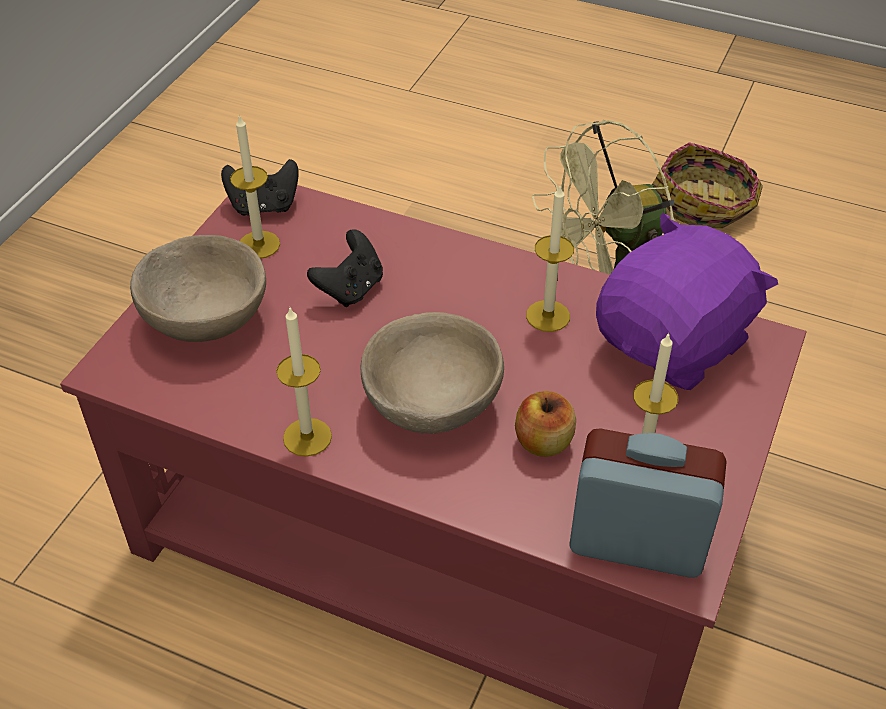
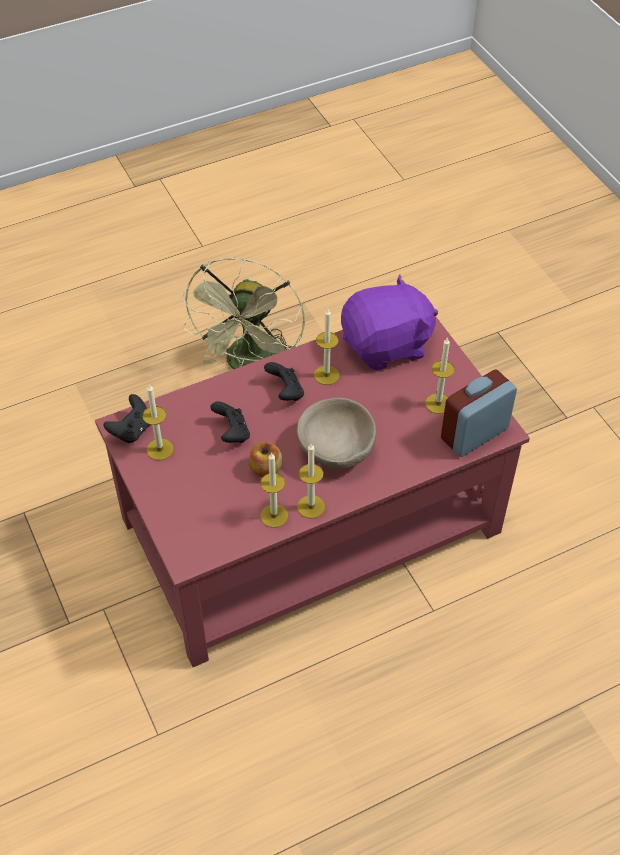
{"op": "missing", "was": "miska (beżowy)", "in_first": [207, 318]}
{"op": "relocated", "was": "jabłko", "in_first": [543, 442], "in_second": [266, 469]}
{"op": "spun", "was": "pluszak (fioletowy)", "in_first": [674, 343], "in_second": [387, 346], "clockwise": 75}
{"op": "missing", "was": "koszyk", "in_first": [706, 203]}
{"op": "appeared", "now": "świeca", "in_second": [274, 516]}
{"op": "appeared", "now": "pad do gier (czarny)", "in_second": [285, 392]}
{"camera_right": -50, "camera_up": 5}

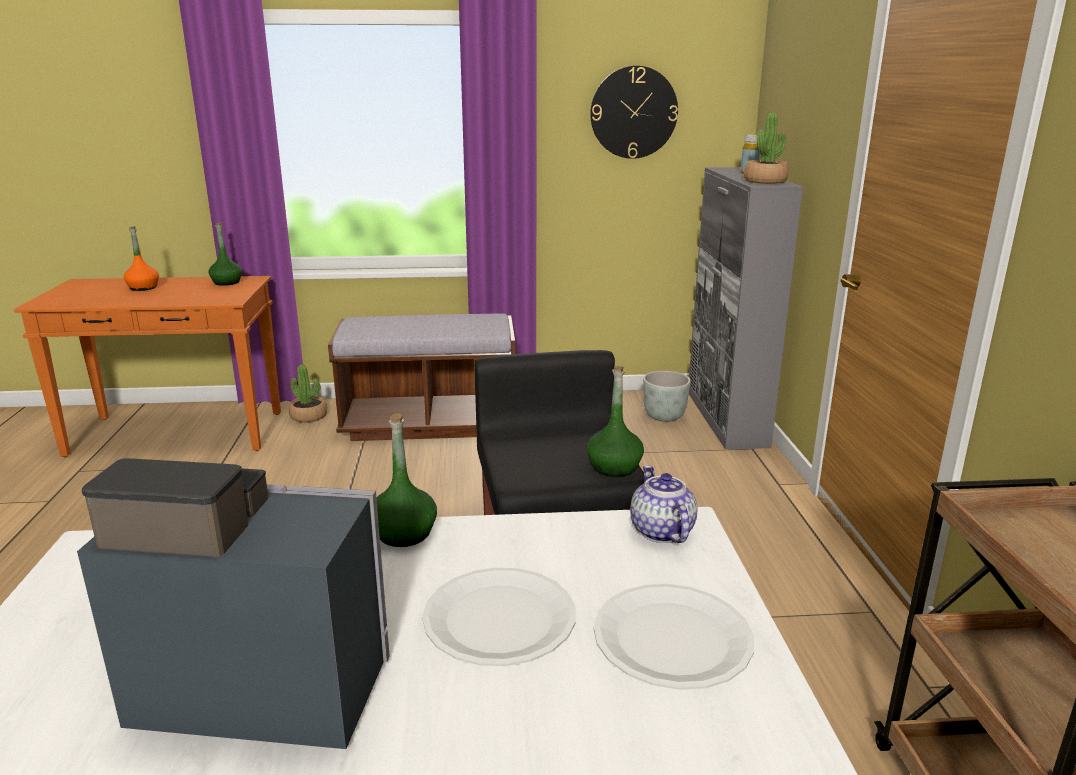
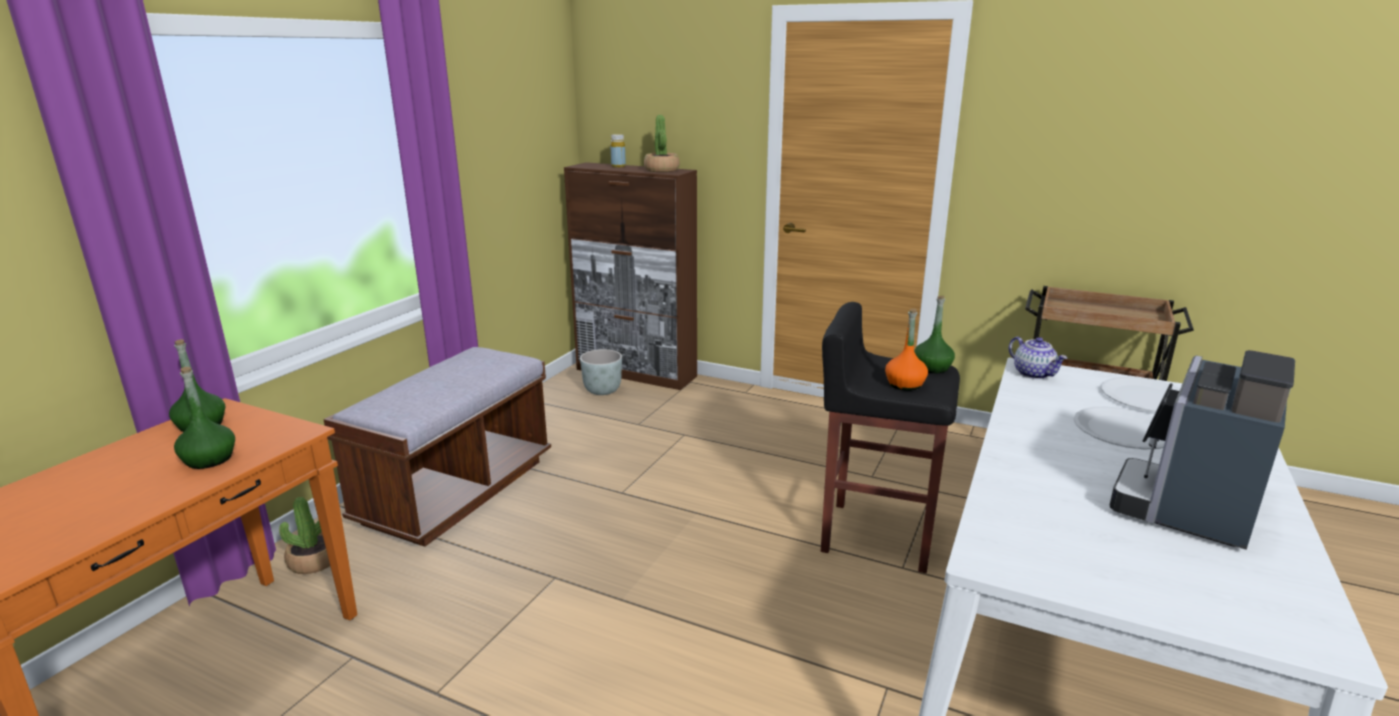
{"op": "relocated", "was": "butelka (pomarańczowy)", "in_first": [143, 288], "in_second": [905, 384]}
{"op": "relocated", "was": "butelka (zielony)", "in_first": [404, 534], "in_second": [209, 459]}
{"op": "missing", "was": "zegar ścienny", "in_first": [633, 112]}
{"op": "spun", "was": "imbryk", "in_first": [660, 531], "in_second": [1034, 374], "clockwise": -135}
{"op": "colour", "was": "szafka (szary)", "now": "szafka (brązowy)", "in_first": [726, 418], "in_second": [636, 373]}
{"camera_right": -60, "camera_up": 0}

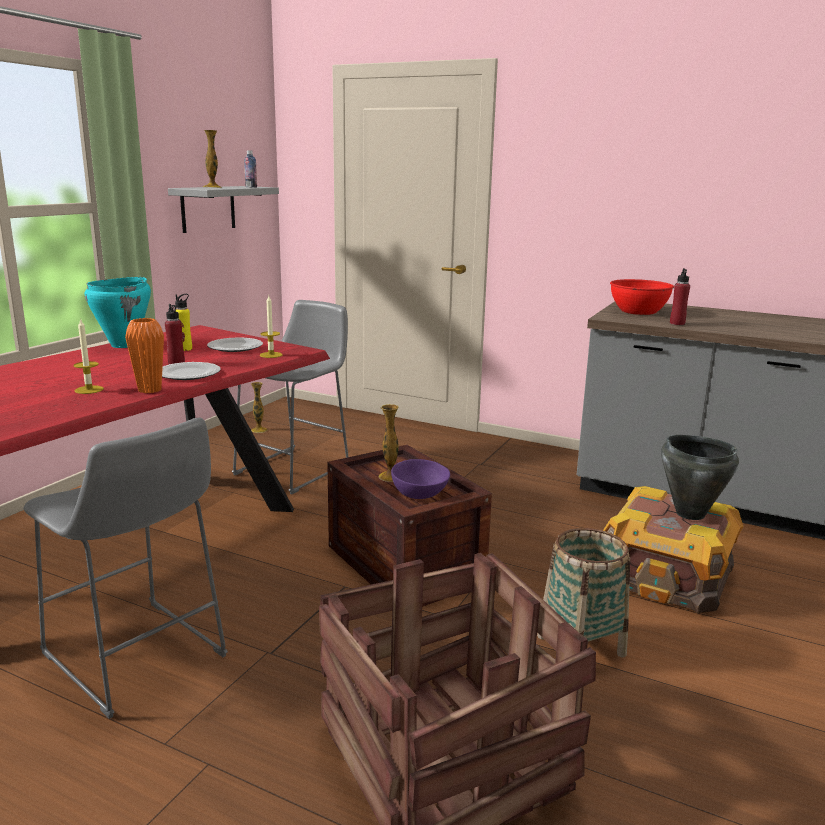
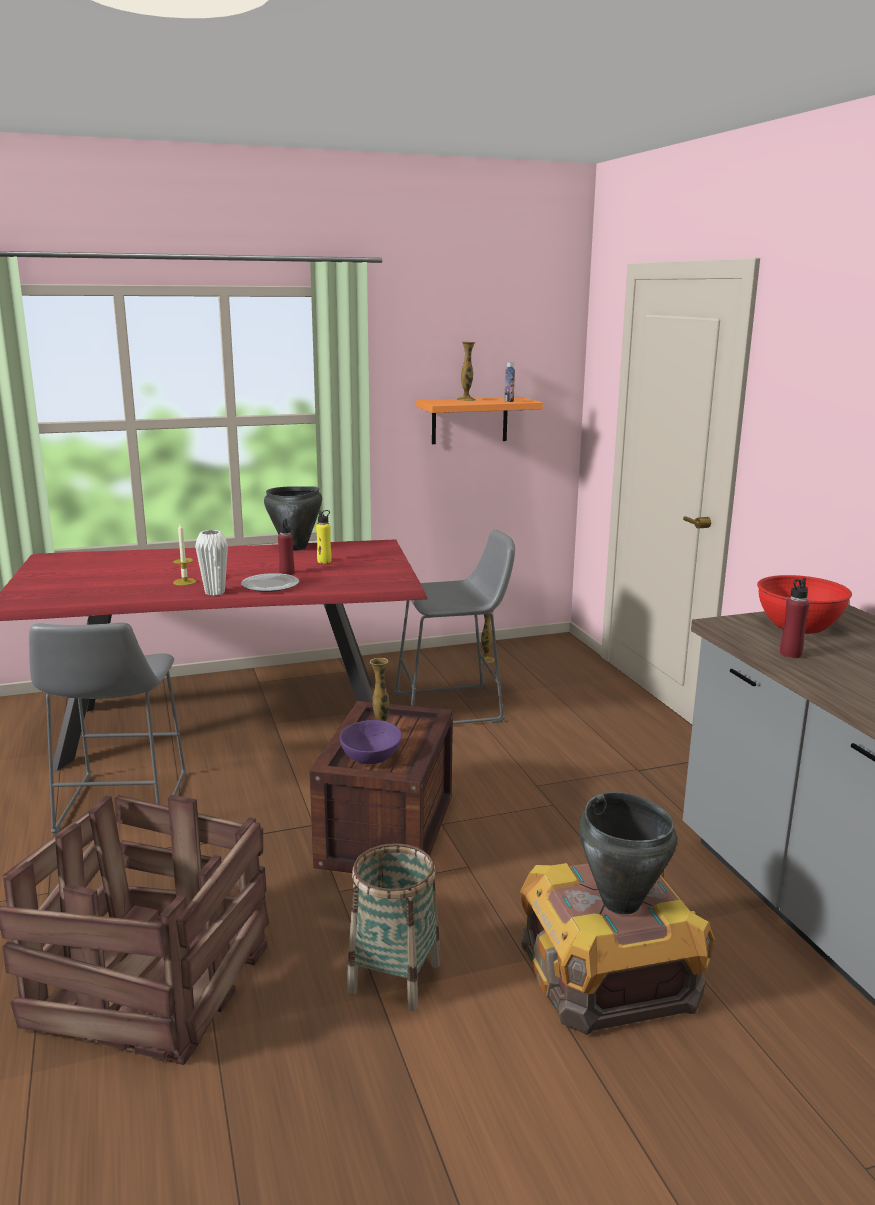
{"op": "colour", "was": "garnek (turkusowy)", "now": "garnek (czarny)", "in_first": [124, 345], "in_second": [295, 548]}
{"op": "colour", "was": "wazon (pomarańczowy)", "now": "wazon (biały)", "in_first": [149, 390], "in_second": [214, 592]}
{"op": "colour", "was": "półka (szary)", "now": "półka (pomarańczowy)", "in_first": [208, 208], "in_second": [469, 420]}
{"op": "missing", "was": "talerz", "in_first": [235, 347]}
{"op": "missing", "was": "świeca", "in_first": [271, 355]}
{"camera_right": 45, "camera_up": 0}

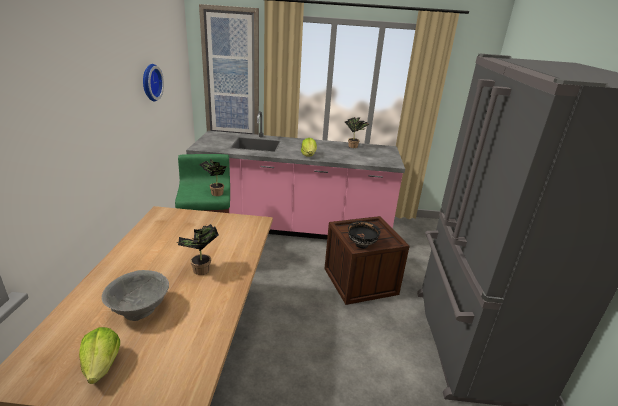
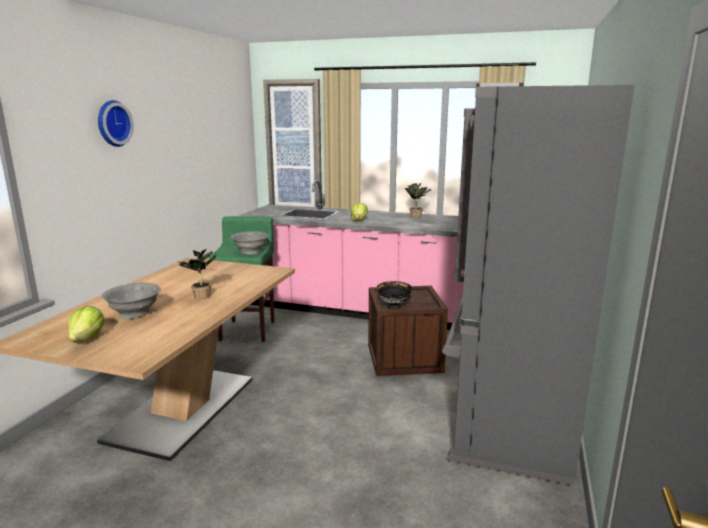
{"op": "relocated", "was": "zegar ścienny", "in_first": [150, 82], "in_second": [112, 123]}
{"op": "exchanged", "was": "roślina doniczkowa", "now": "miska (szary)", "in_first": [215, 193], "in_second": [251, 252]}
{"camera_right": 15, "camera_up": -10}

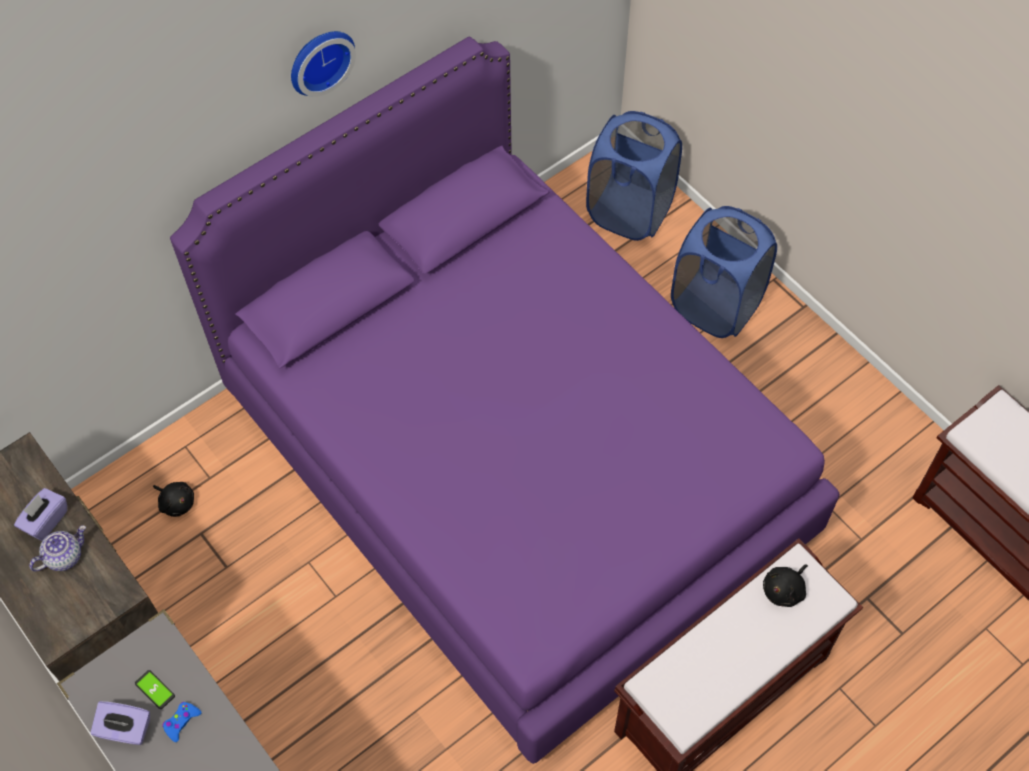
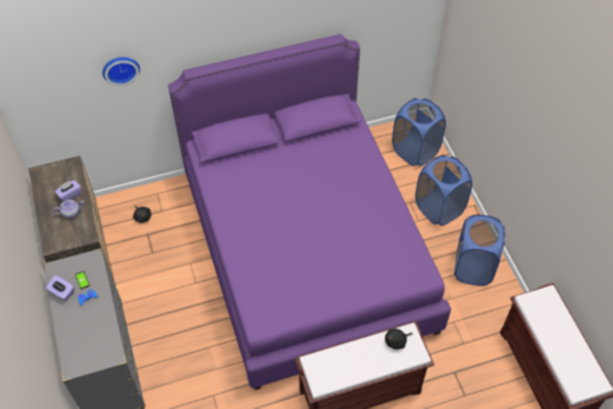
{"op": "relocated", "was": "zegar ścienny", "in_first": [319, 59], "in_second": [120, 68]}
{"op": "appeared", "now": "kosz na pranie (niebieski)", "in_second": [473, 267]}
{"camera_right": 20, "camera_up": -5}

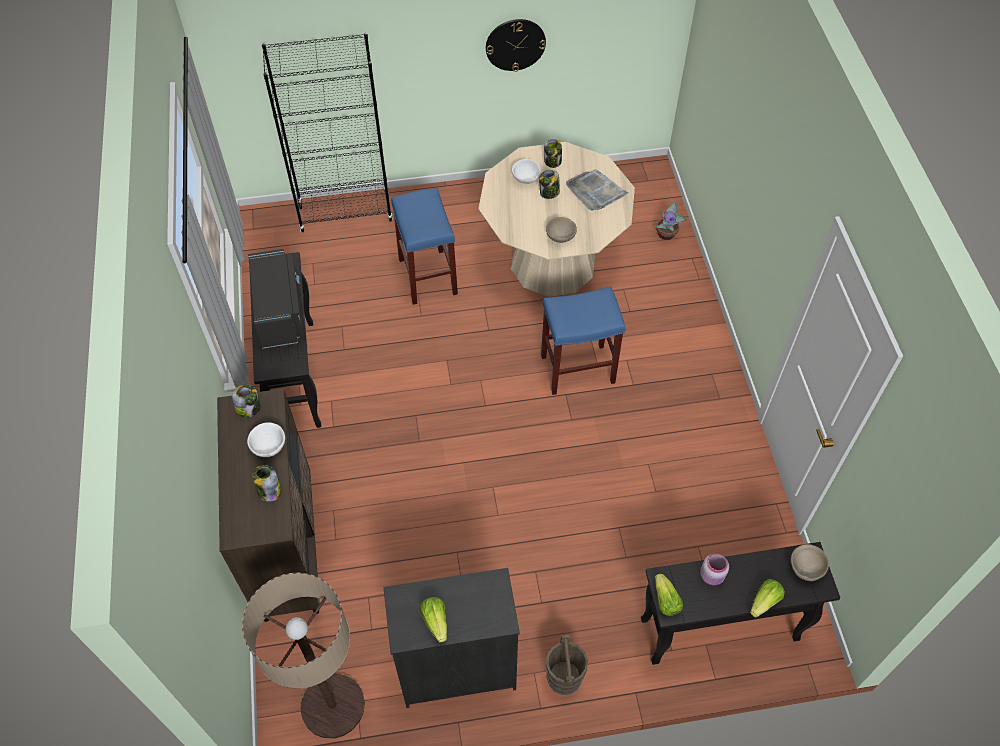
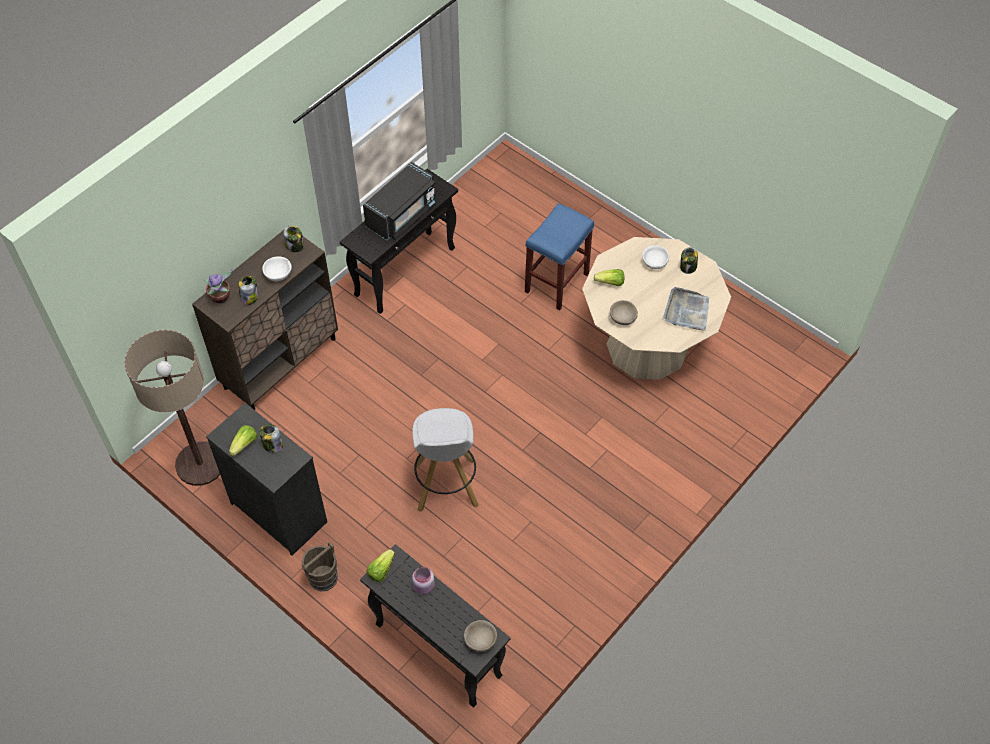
{"op": "missing", "was": "regał (czarny)", "in_first": [345, 213]}
{"op": "missing", "was": "zegar ścienny", "in_first": [515, 44]}
{"op": "relocated", "was": "słoik", "in_first": [549, 193], "in_second": [272, 445]}
{"op": "missing", "was": "stołek (niebieski)", "in_first": [576, 370]}
{"op": "relocated", "was": "roślina doniczkowa", "in_first": [667, 234], "in_second": [221, 297]}
{"op": "relocated", "was": "sałata", "in_first": [764, 601], "in_second": [610, 283]}
{"op": "appeared", "now": "stołek (biały)", "in_second": [446, 486]}
{"camera_right": 50, "camera_up": 0}

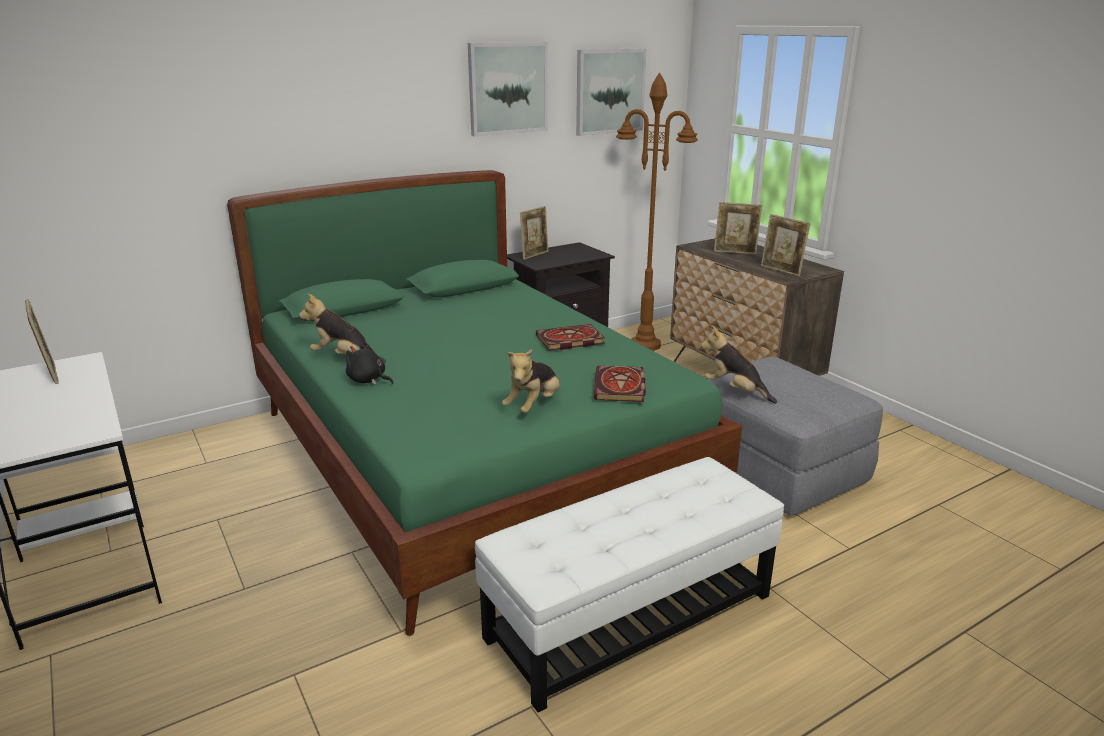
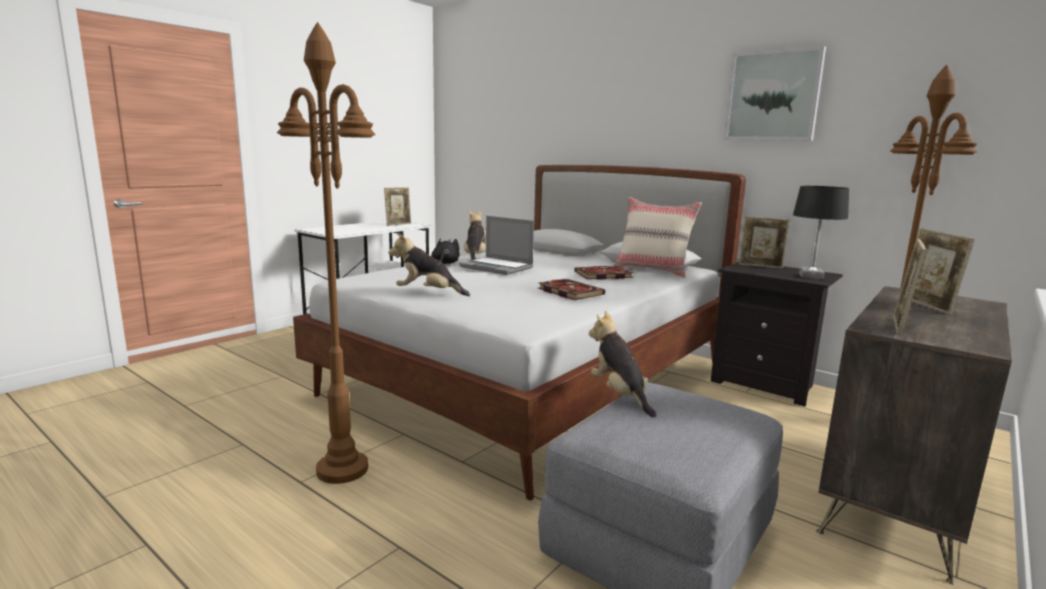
{"op": "colour", "was": "łóżko (zielony)", "now": "łóżko (biały)", "in_first": [471, 459], "in_second": [534, 379]}
{"op": "exchanged", "was": "pufa (biały)", "now": "lampa stojąca (brązowy)", "in_first": [629, 615], "in_second": [343, 470]}
{"op": "missing", "was": "obraz", "in_first": [609, 91]}
{"op": "relocated", "was": "książka", "in_first": [621, 387], "in_second": [602, 275]}
{"op": "spun", "was": "pluszak", "in_first": [735, 391], "in_second": [619, 395], "clockwise": -45}
{"op": "appeared", "now": "laptop", "in_second": [497, 267]}
{"op": "appeared", "now": "poduszka (beżowy)", "in_second": [653, 270]}
{"op": "appeared", "now": "lampa stołowa (czarny)", "in_second": [810, 276]}
{"camera_right": 70, "camera_up": -10}

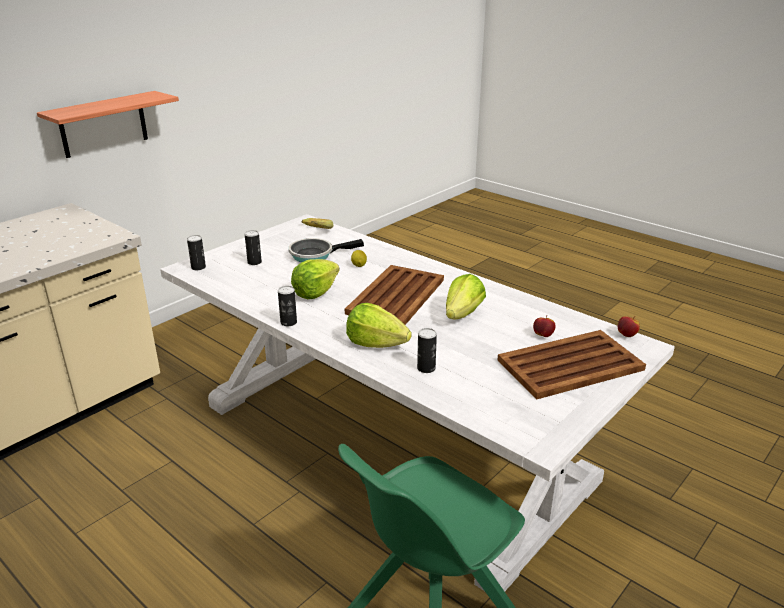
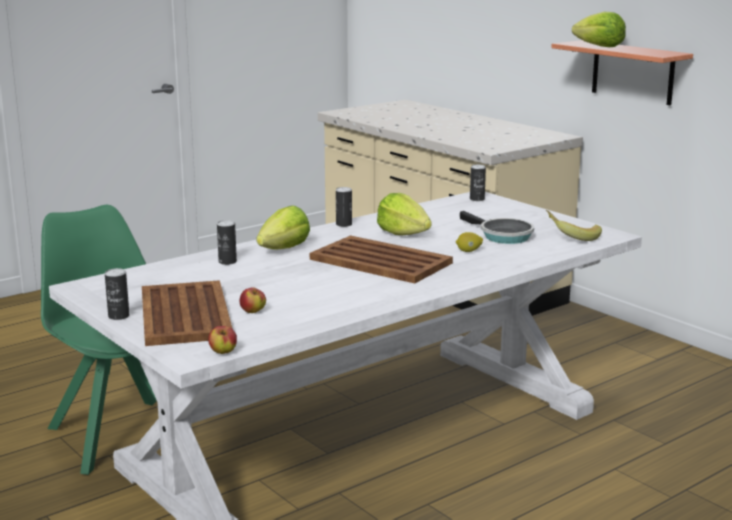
{"op": "relocated", "was": "puszka", "in_first": [254, 262], "in_second": [118, 316]}
{"op": "spun", "was": "patelnia", "in_first": [315, 255], "in_second": [502, 236], "clockwise": 150}
{"op": "relocated", "was": "sałata", "in_first": [462, 314], "in_second": [599, 46]}
{"camera_right": 100, "camera_up": -10}

